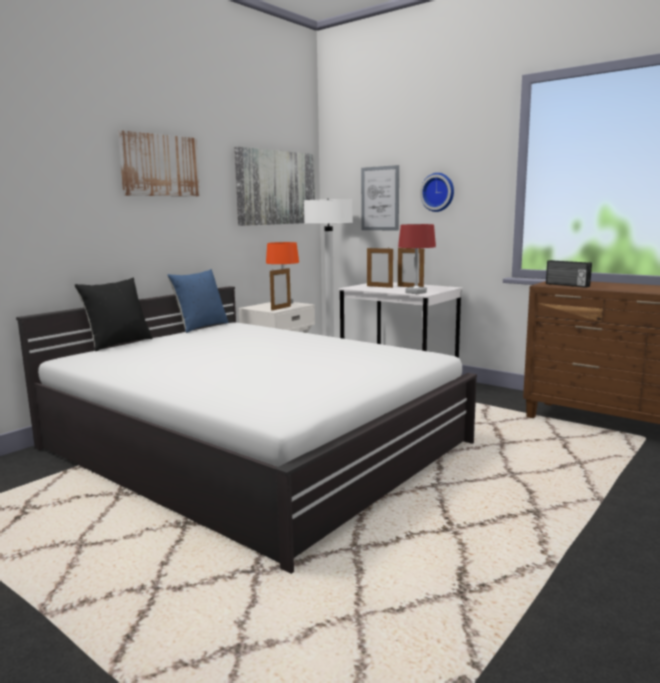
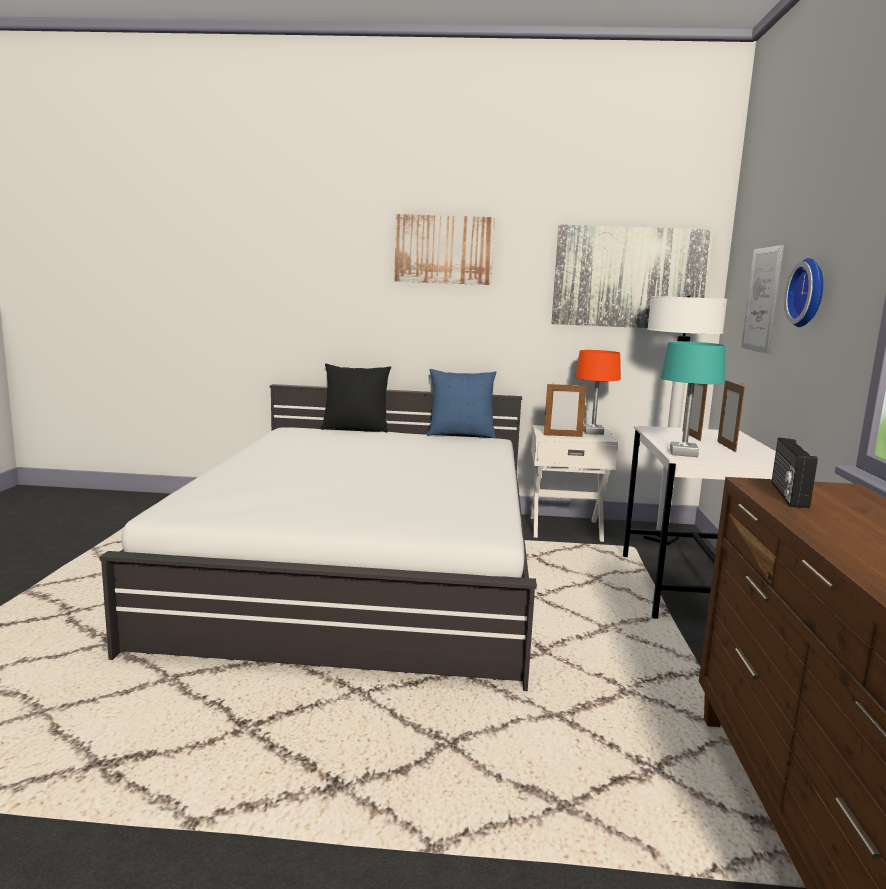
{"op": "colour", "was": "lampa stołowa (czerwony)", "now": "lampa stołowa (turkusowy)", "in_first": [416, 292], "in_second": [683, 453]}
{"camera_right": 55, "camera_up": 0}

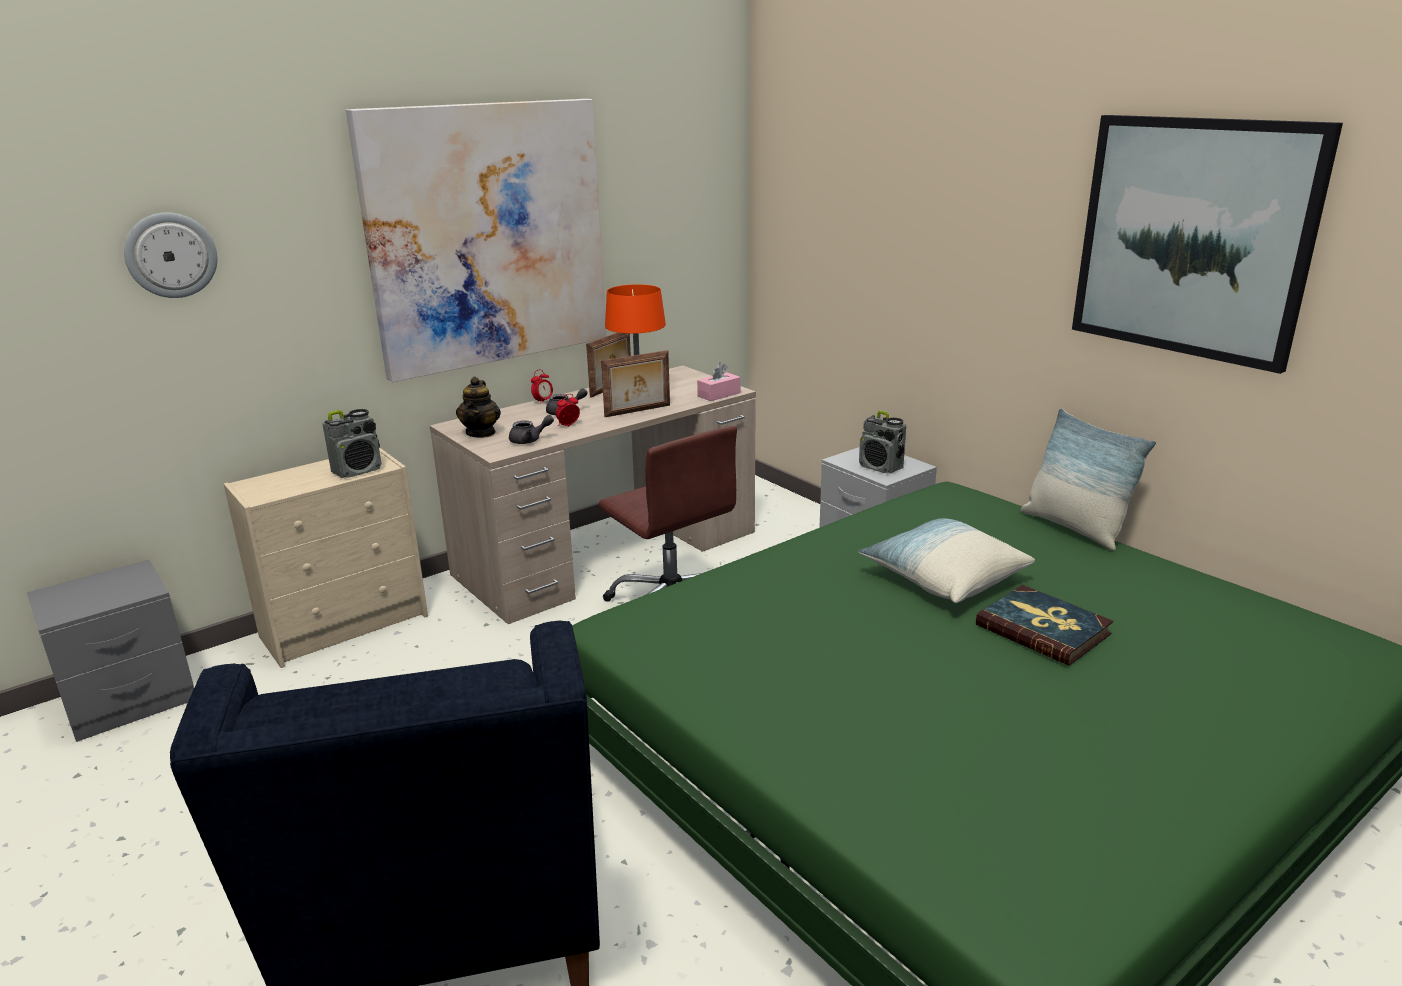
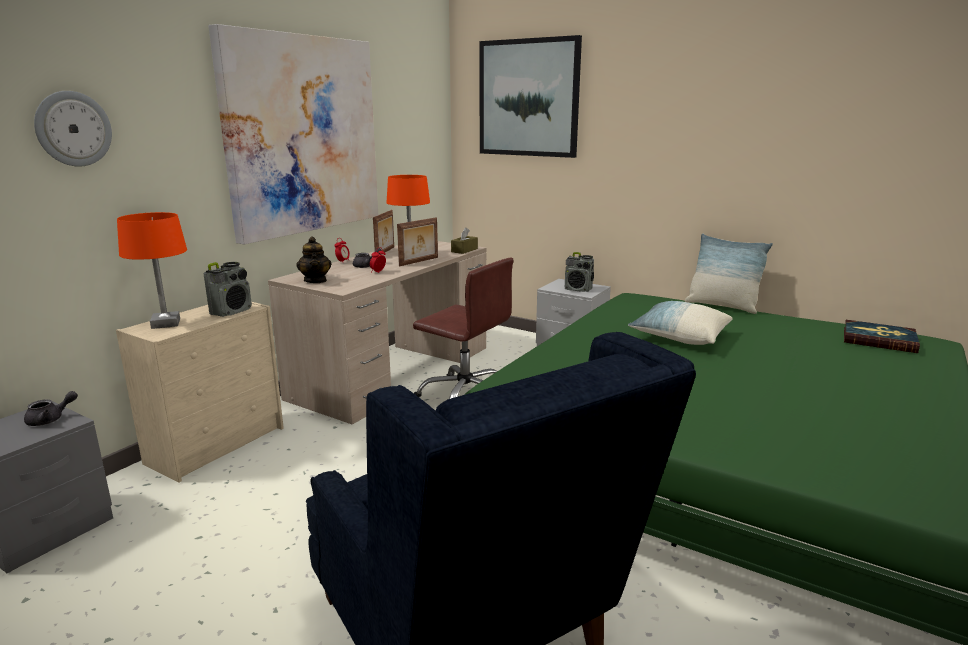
{"op": "relocated", "was": "imbryk (szary)", "in_first": [529, 440], "in_second": [50, 419]}
{"op": "colour", "was": "pudełko chusteczek (różowy)", "now": "pudełko chusteczek (brązowy)", "in_first": [719, 394], "in_second": [464, 250]}
{"op": "relocated", "was": "książka", "in_first": [1043, 629], "in_second": [878, 340]}
{"op": "relocated", "was": "obraz", "in_first": [1193, 238], "in_second": [528, 98]}
{"op": "appeared", "now": "lampa stołowa (pomarańczowy)", "in_second": [165, 324]}
{"camera_right": -20, "camera_up": -5}

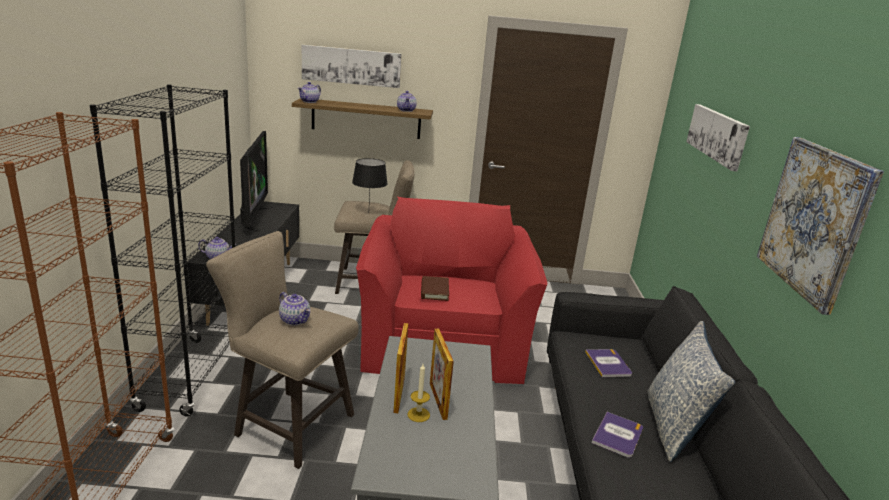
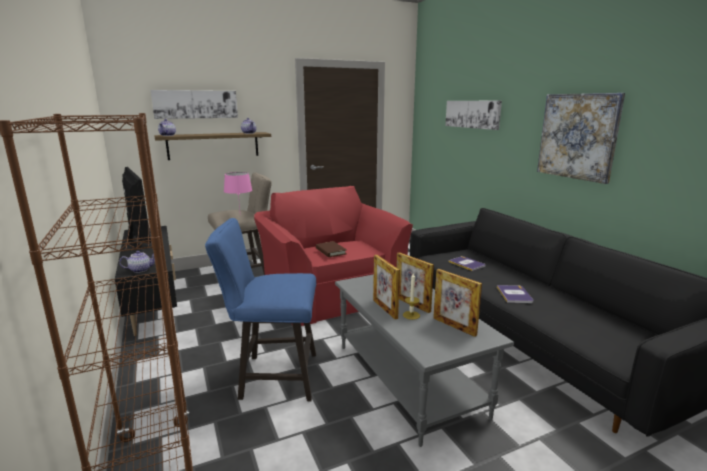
{"op": "missing", "was": "regał (czarny)", "in_first": [191, 375]}
{"op": "colour", "was": "stołek (beżowy)", "now": "stołek (niebieski)", "in_first": [287, 423], "in_second": [272, 376]}
{"op": "missing", "was": "imbryk", "in_first": [295, 320]}
{"op": "colour", "was": "lampa stołowa (czarny)", "now": "lampa stołowa (różowy)", "in_first": [369, 213], "in_second": [240, 215]}
{"op": "missing", "was": "poduszka", "in_first": [674, 427]}
{"op": "appeared", "now": "ramka na zdjęcie", "in_second": [454, 326]}
{"camera_right": -25, "camera_up": -5}

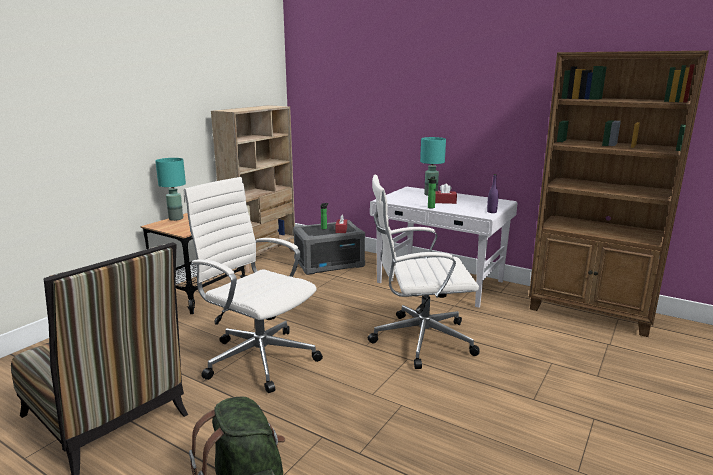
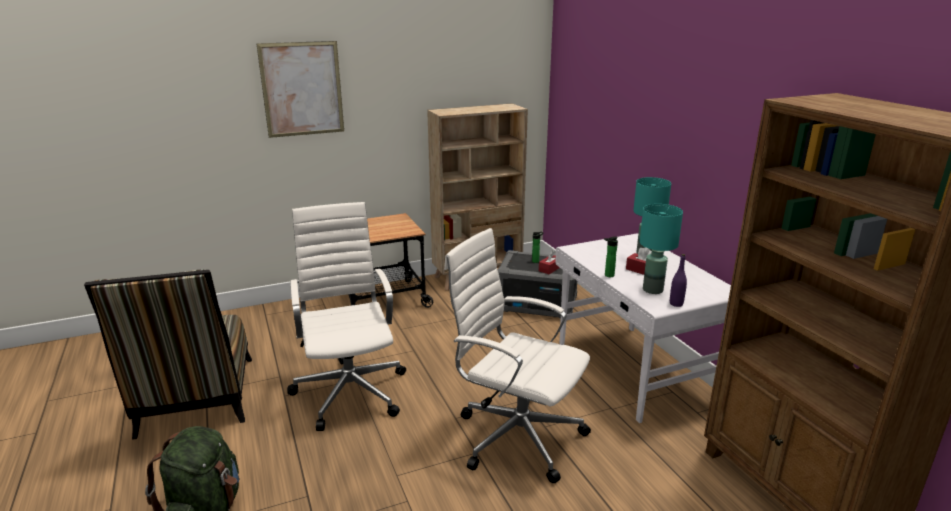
{"op": "relocated", "was": "lampa stołowa (turkusowy)", "in_first": [176, 218], "in_second": [653, 290]}
{"op": "appeared", "now": "obraz", "in_second": [302, 89]}
{"camera_right": 35, "camera_up": 5}

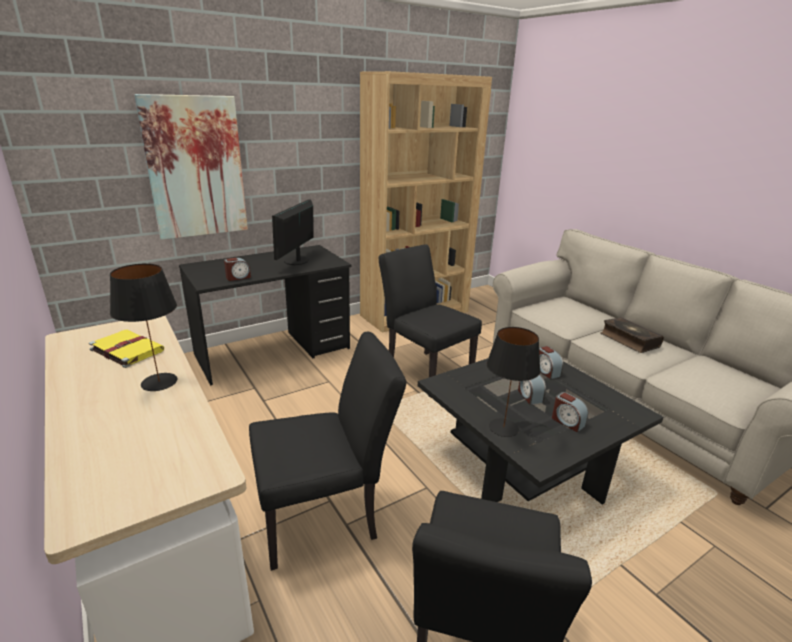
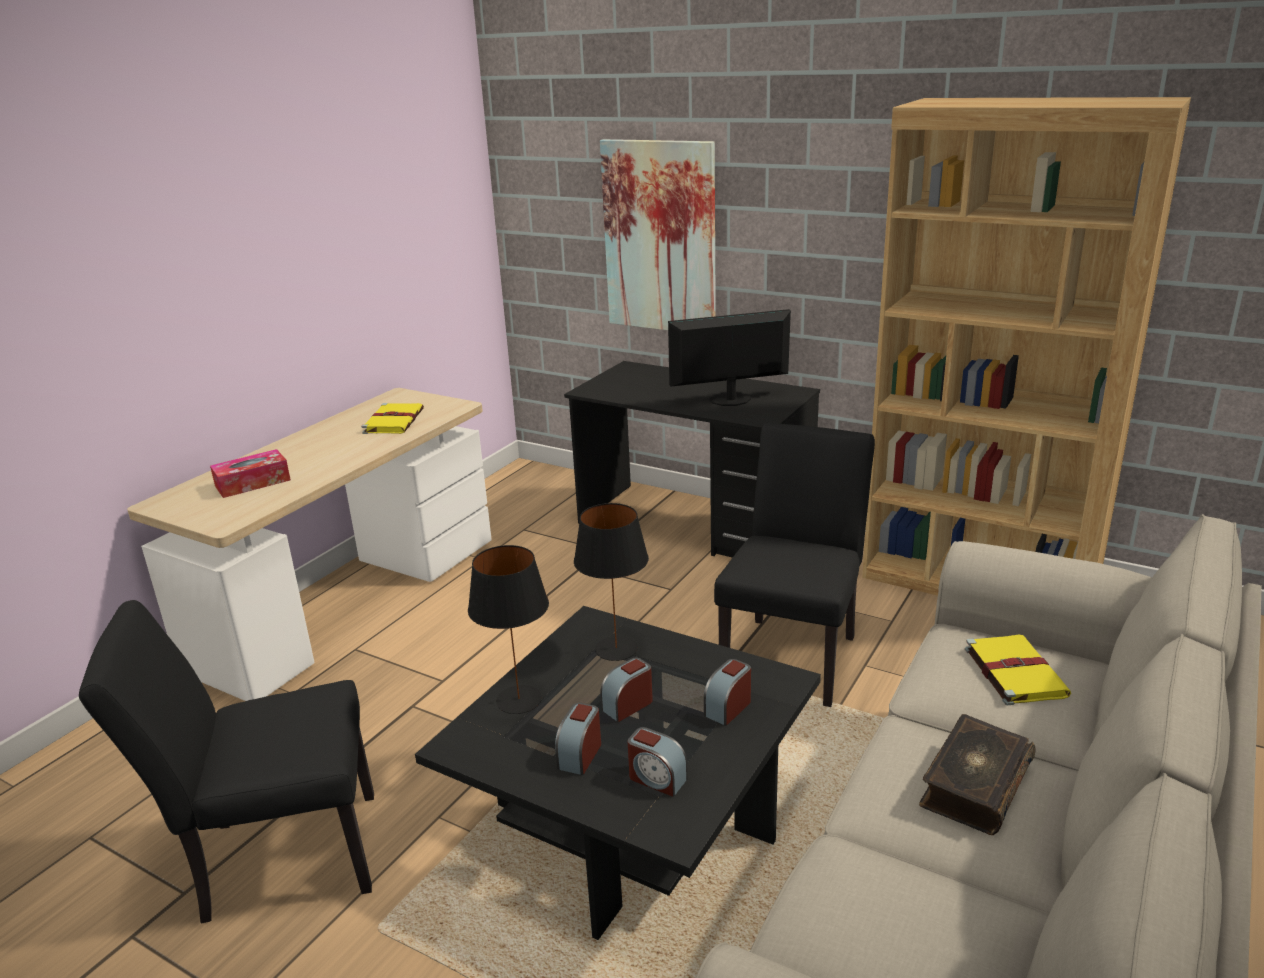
{"op": "relocated", "was": "lampa stołowa (czarny)", "in_first": [159, 381], "in_second": [617, 648]}
{"op": "relocated", "was": "budzik", "in_first": [238, 277], "in_second": [656, 779]}
{"op": "missing", "was": "krzesło (czarny)", "in_first": [327, 516]}
{"op": "appeared", "now": "pudełko chusteczek", "in_second": [253, 483]}
{"op": "appeared", "now": "książka (żółty)", "in_second": [1013, 671]}
{"camera_right": 65, "camera_up": 0}

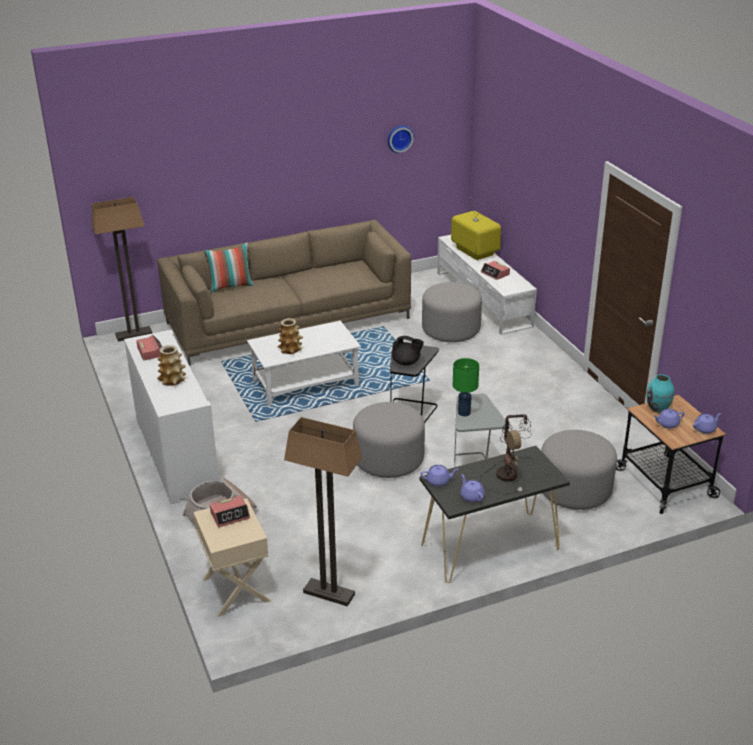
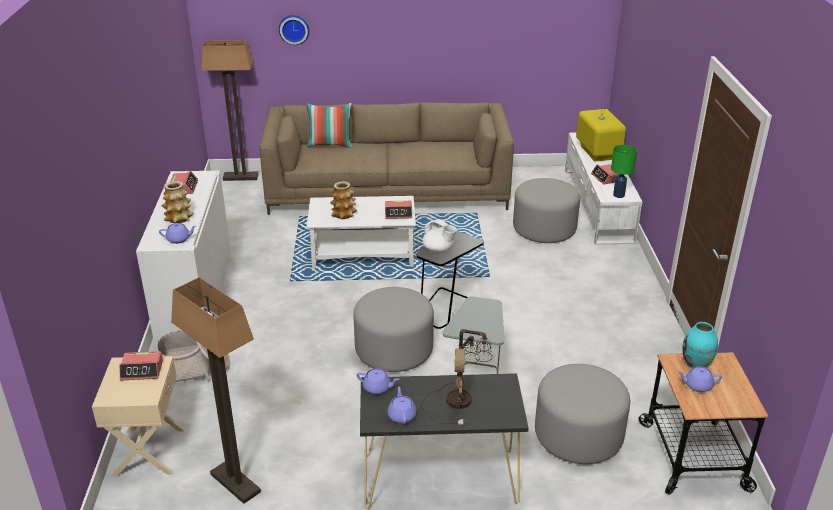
{"op": "relocated", "was": "zegar ścienny", "in_first": [399, 138], "in_second": [294, 29]}
{"op": "colour", "was": "imbryk (czarny)", "now": "imbryk (biały)", "in_first": [406, 362], "in_second": [439, 249]}
{"op": "relocated", "was": "lampa stołowa (zielony)", "in_first": [464, 412], "in_second": [618, 195]}
{"op": "relocated", "was": "imbryk (fioletowy)", "in_first": [705, 429], "in_second": [179, 239]}
{"op": "appeared", "now": "budzik", "in_second": [398, 213]}
{"camera_right": 20, "camera_up": 0}

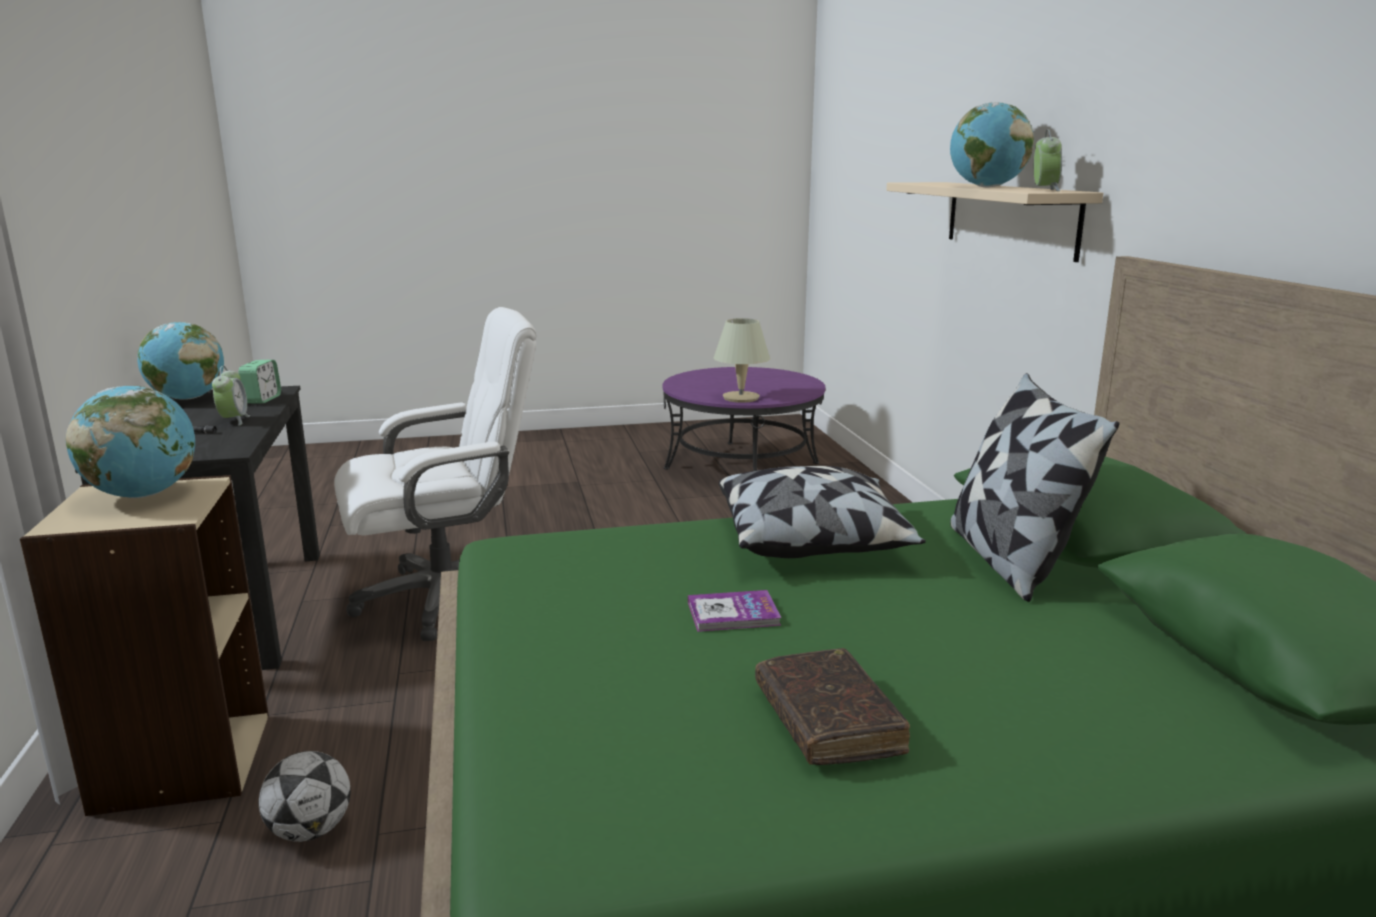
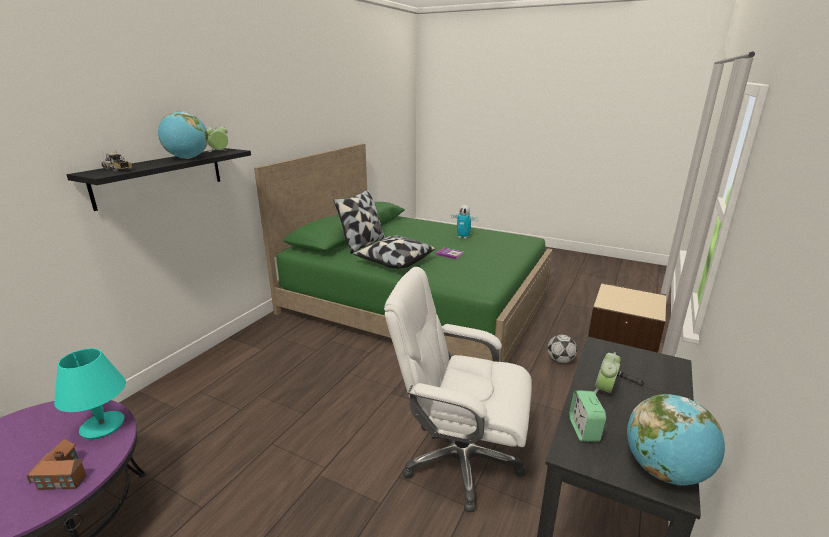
{"op": "missing", "was": "globus", "in_first": [143, 495]}
{"op": "spun", "was": "budzik", "in_first": [262, 399], "in_second": [584, 430], "clockwise": -45}
{"op": "colour", "was": "lampa stołowa (beżowy)", "now": "lampa stołowa (turkusowy)", "in_first": [740, 398], "in_second": [103, 426]}
{"op": "exchanged", "was": "książka (brązowy)", "now": "robot zabawkowy", "in_first": [827, 721], "in_second": [463, 237]}
{"op": "colour", "was": "półka (beżowy)", "now": "półka (czarny)", "in_first": [1010, 218], "in_second": [160, 177]}
{"op": "appeared", "now": "domek", "in_second": [61, 475]}
{"op": "appeared", "now": "ciężarówka zabawkowa", "in_second": [118, 169]}
{"camera_right": -140, "camera_up": 5}

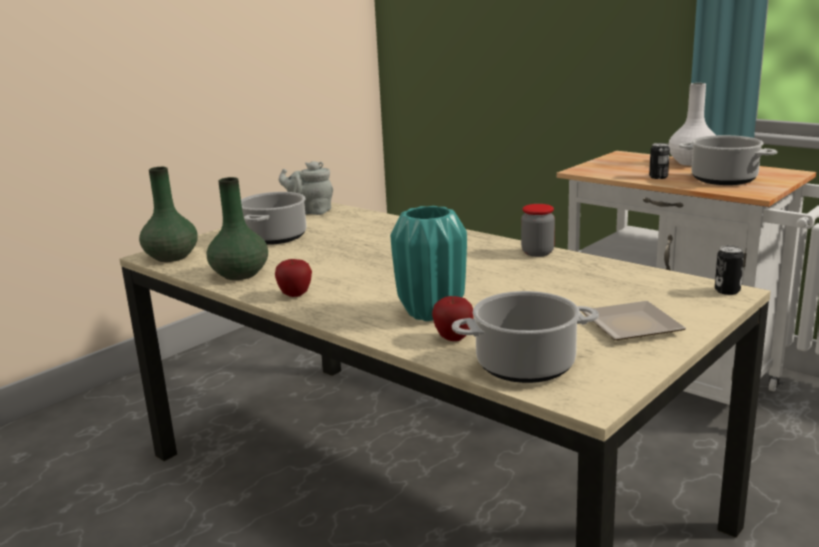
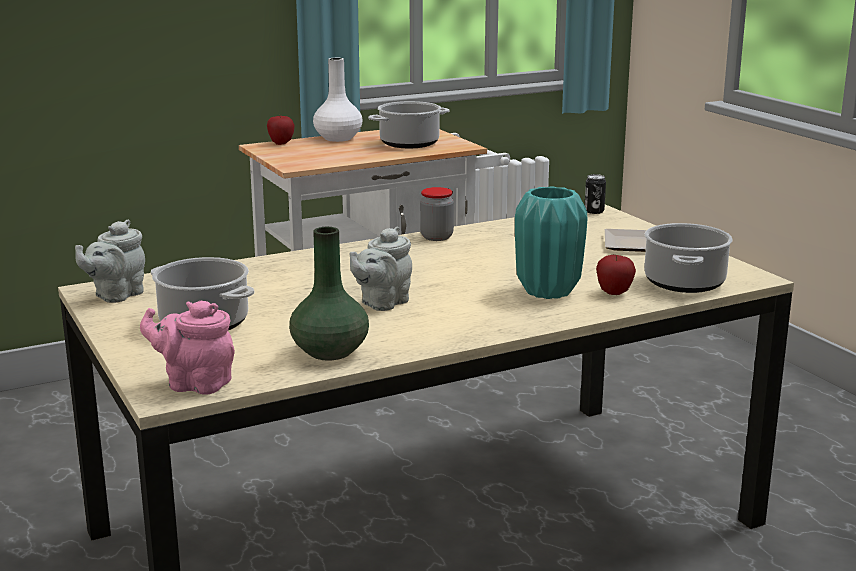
{"op": "exchanged", "was": "wazon (zielony)", "now": "imbryk (różowy)", "in_first": [171, 257], "in_second": [195, 384]}
{"op": "relocated", "was": "jabłko", "in_first": [295, 295], "in_second": [281, 143]}
{"op": "missing", "was": "puszka", "in_first": [658, 177]}
{"op": "appeared", "now": "imbryk (szary)", "in_second": [382, 303]}
{"camera_right": -70, "camera_up": 0}

